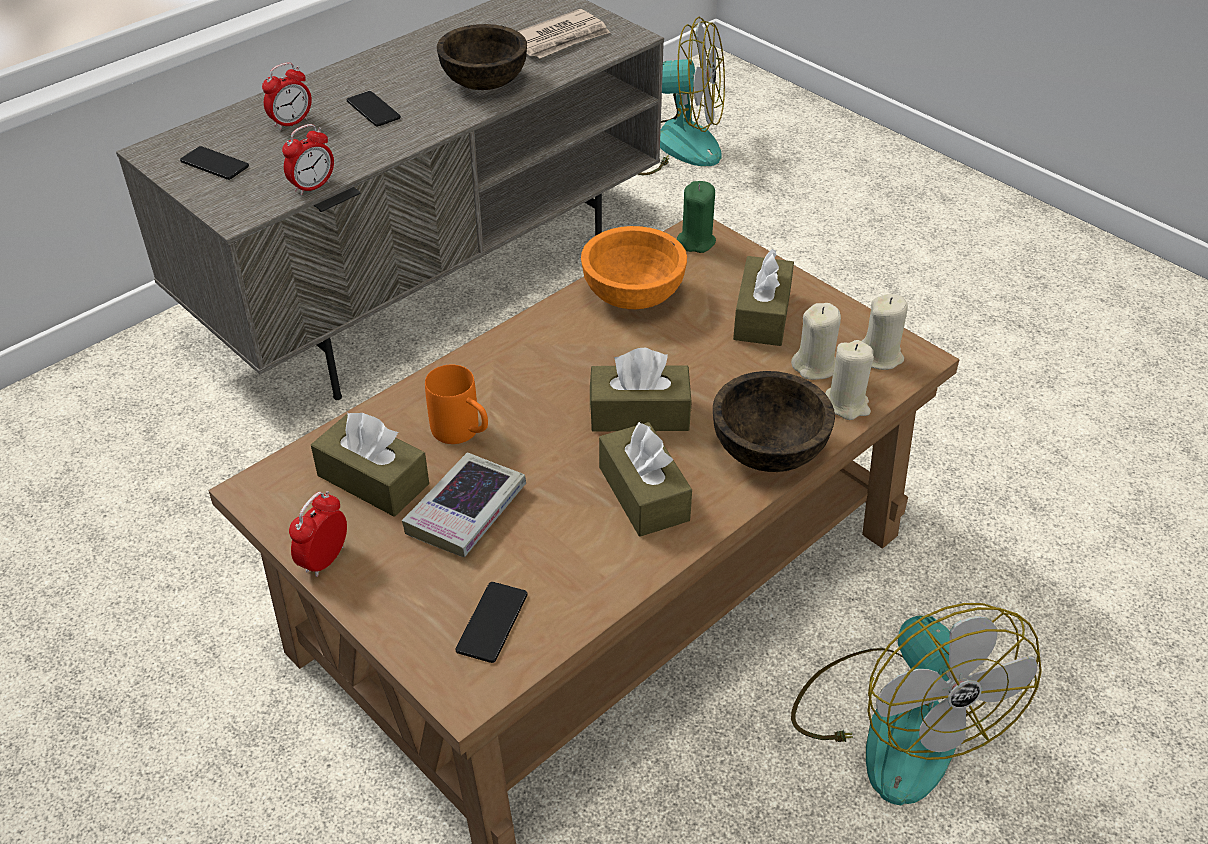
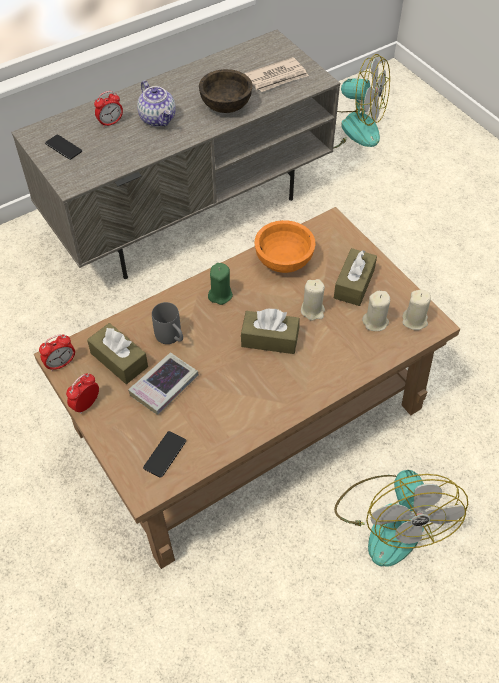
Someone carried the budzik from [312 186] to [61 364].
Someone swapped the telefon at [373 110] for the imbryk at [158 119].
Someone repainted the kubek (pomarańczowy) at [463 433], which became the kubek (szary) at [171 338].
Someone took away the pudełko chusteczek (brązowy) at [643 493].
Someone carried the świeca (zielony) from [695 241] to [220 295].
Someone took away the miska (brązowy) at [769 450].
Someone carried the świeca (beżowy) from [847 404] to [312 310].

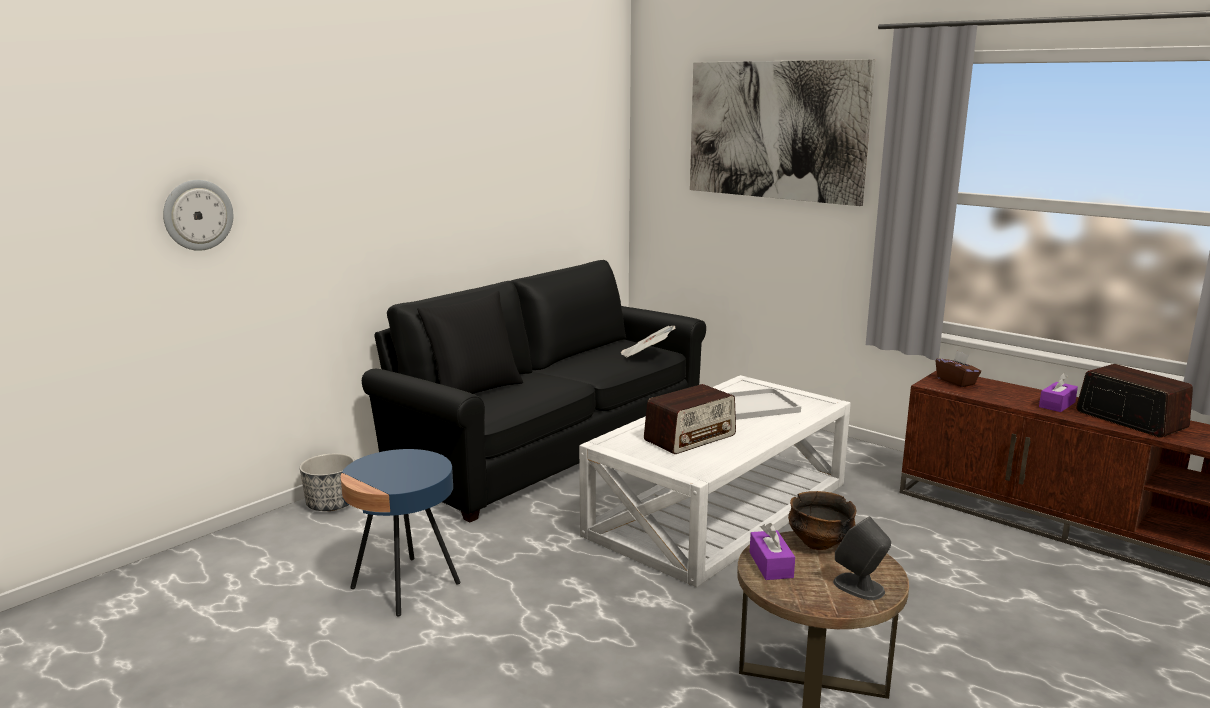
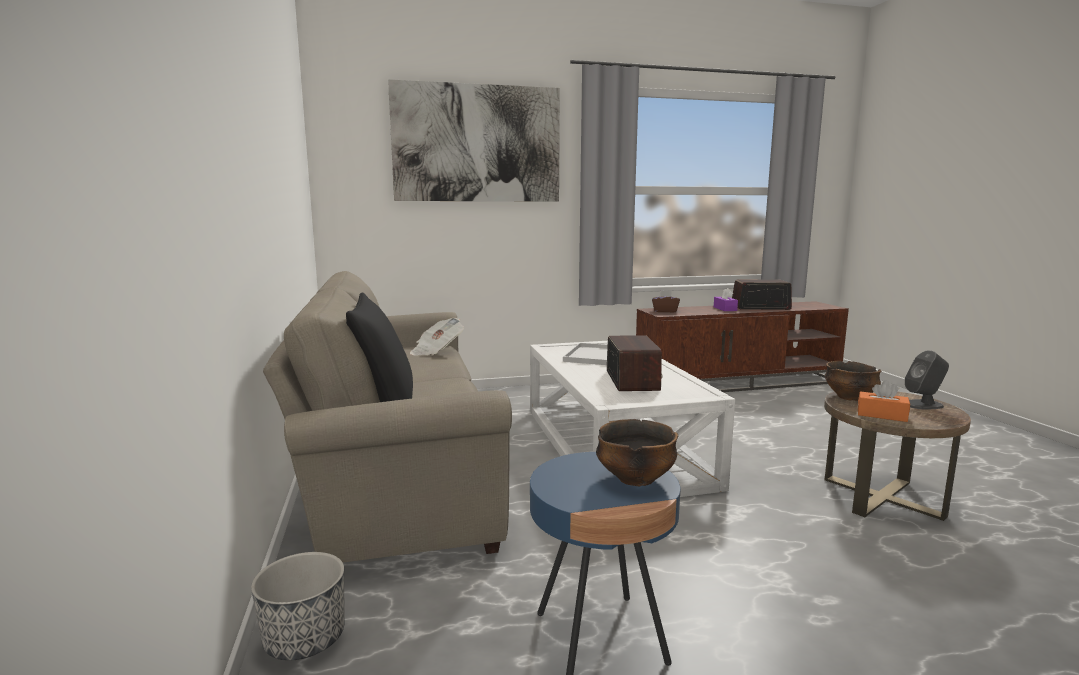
Someone took away the zegar ścienny at [198 215].
Someone repainted the kanapa (czarny) at [547 446], which became the kanapa (beżowy) at [397 467].
Someone repainted the pudełko chusteczek (fioletowy) at [771 565], which became the pudełko chusteczek (pomarańczowy) at [881 415].
Someone put down the miska at [635 479].

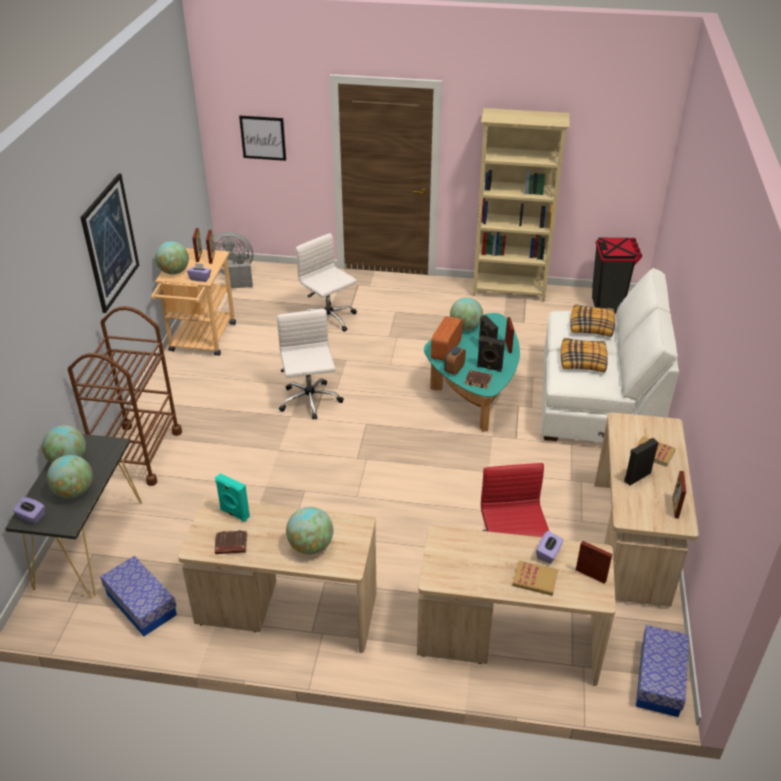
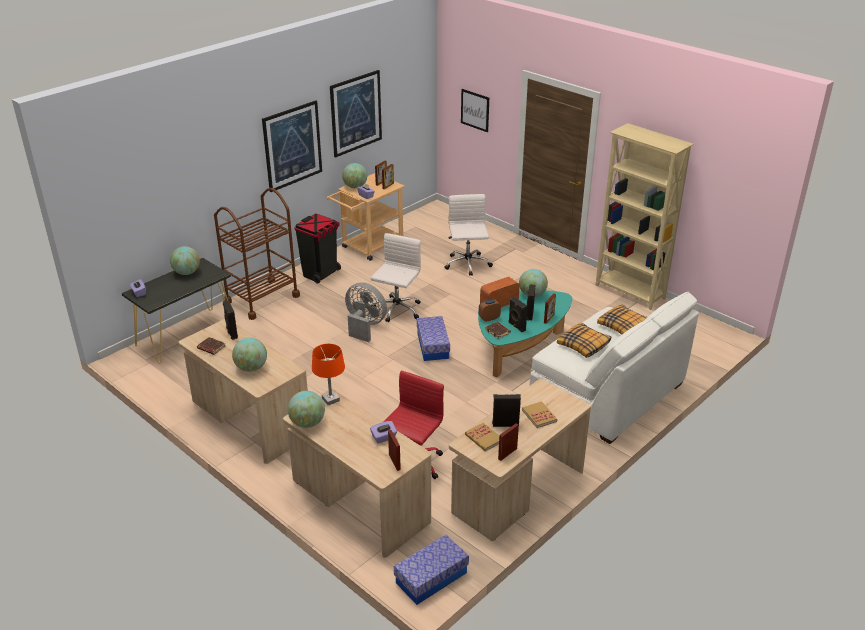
Someone carried the globus from [74 491] to [307 423].
Someone carried the pojemnik do przechowywania from [141 604] to [433 346].
Someone carried the wentylator (szary) from [233 277] to [365 326].
Someone repainted the głośnik (turkusowy) at [234 514], which became the głośnik (czarny) at [231 333].
Someone carried the książka from [535 579] to [483 438].
Someone carried the kosz na śmieci (czarny) from [608 304] to [320 274].
Someone put down the lampa stołowa (pomarańczowy) at [331 399].
Someone put up the obraz at [356 113].

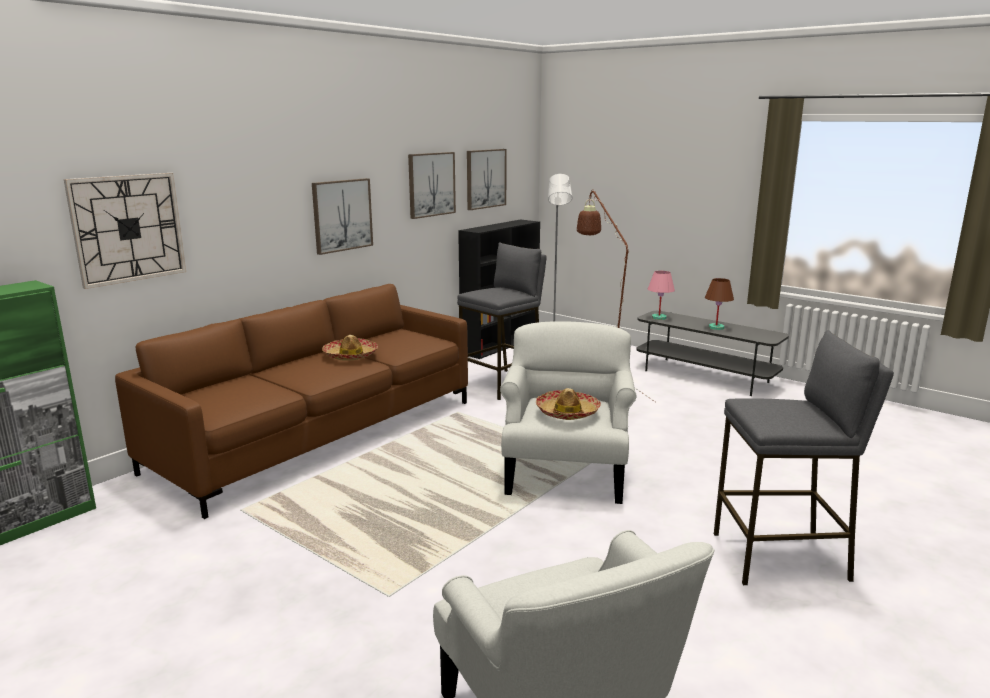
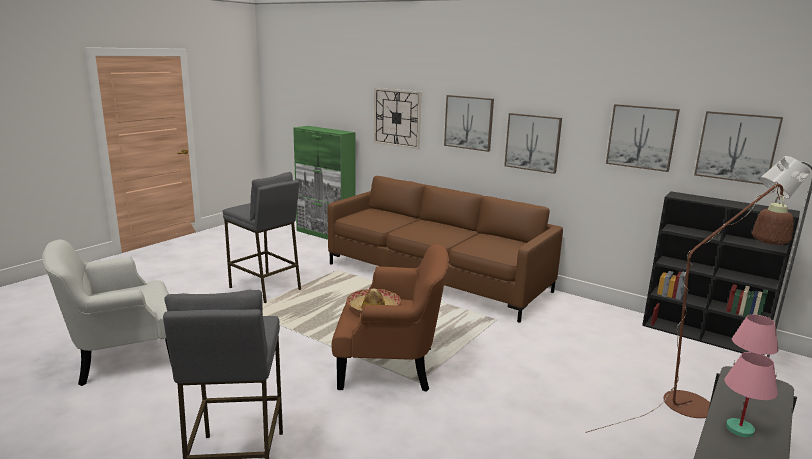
Someone took away the kapelusz at [351 355].
Someone carried the stołek (szary) from [502 384] to [265 288].
Someone repainted the fotel (biały) at [565 472], which became the fotel (brązowy) at [390 366].
Someone repainted the lampa stołowa (brązowy) at [716 327], which became the lampa stołowa (różowy) at [740 429].
Someone put up the obraz at [469 122].

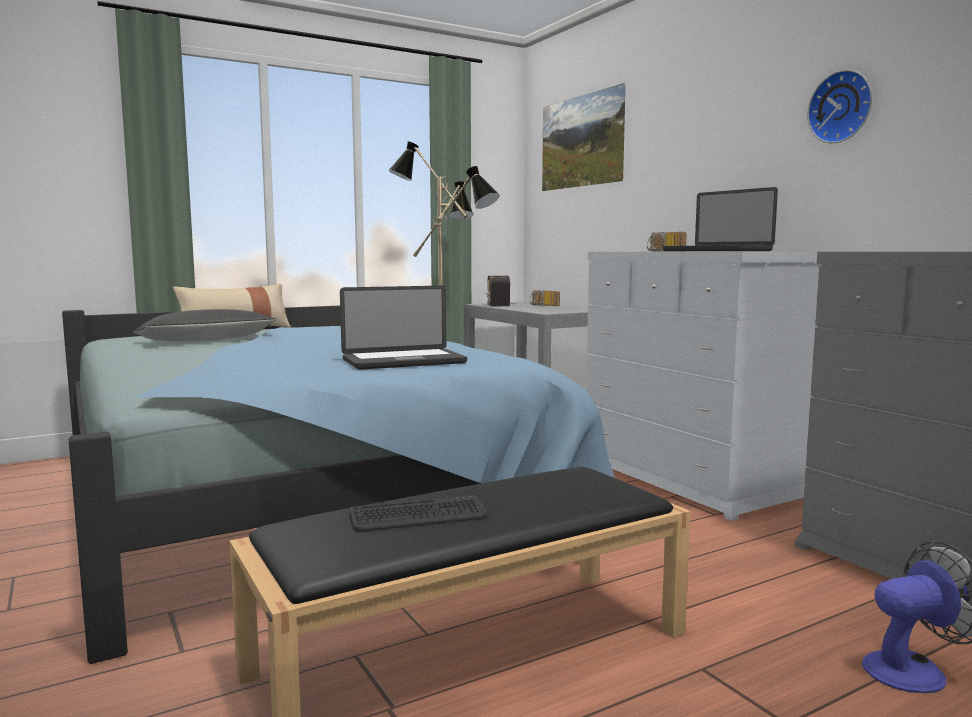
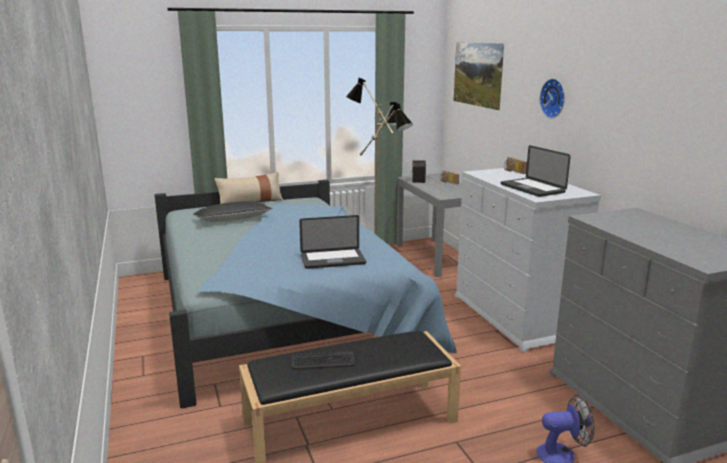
Someone carried the zegar ścienny from [842 107] to [554 98].

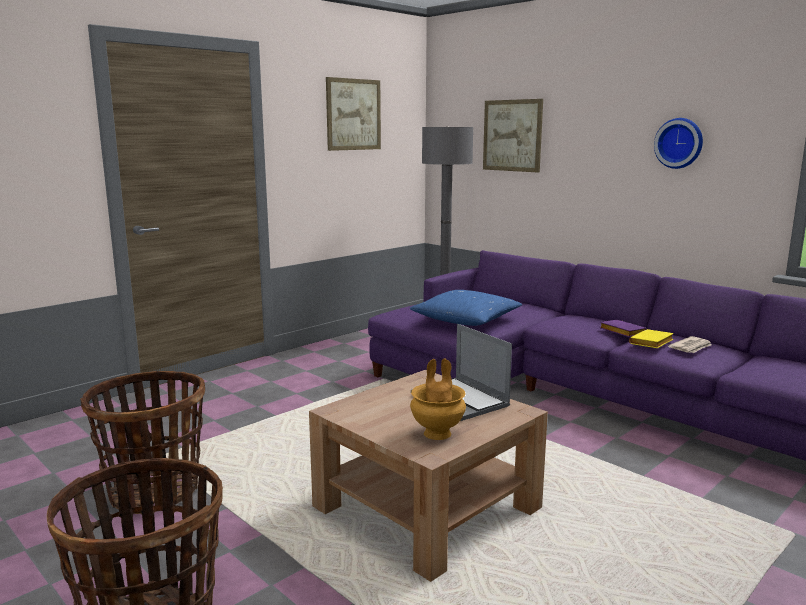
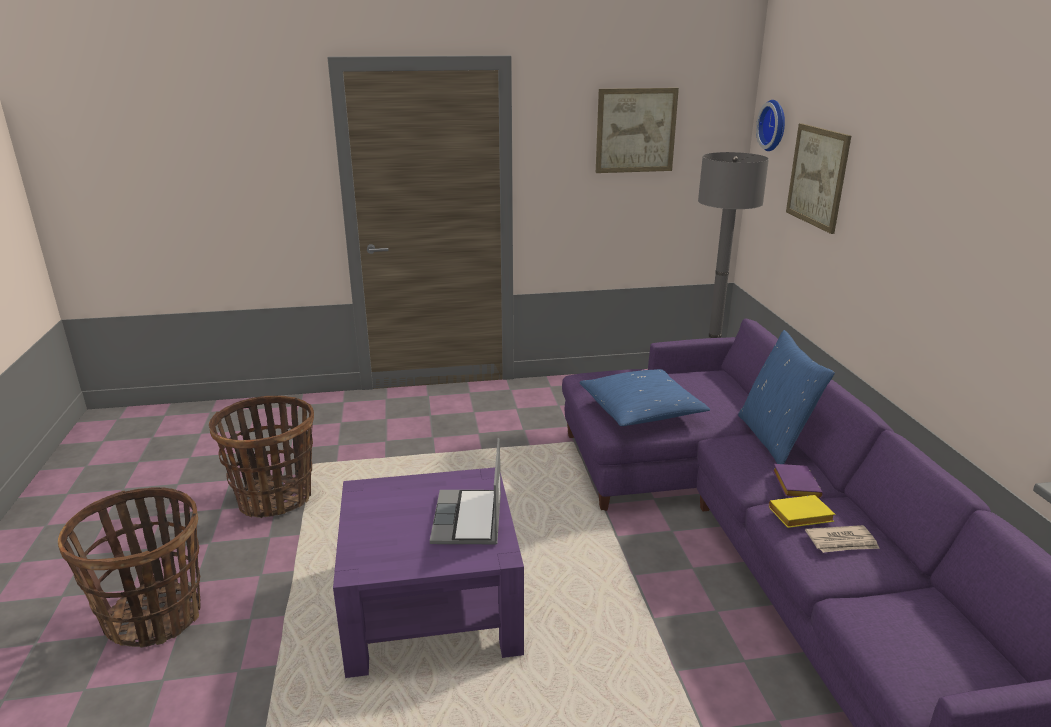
Someone repainted the ława (brązowy) at [427 508], which became the ława (fioletowy) at [431 605].
Someone took away the wazon (brązowy) at [438 433].
Someone carried the zegar ścienny from [679 143] to [774 125].
Someone put down the poduszka (niebieski) at [774 439].

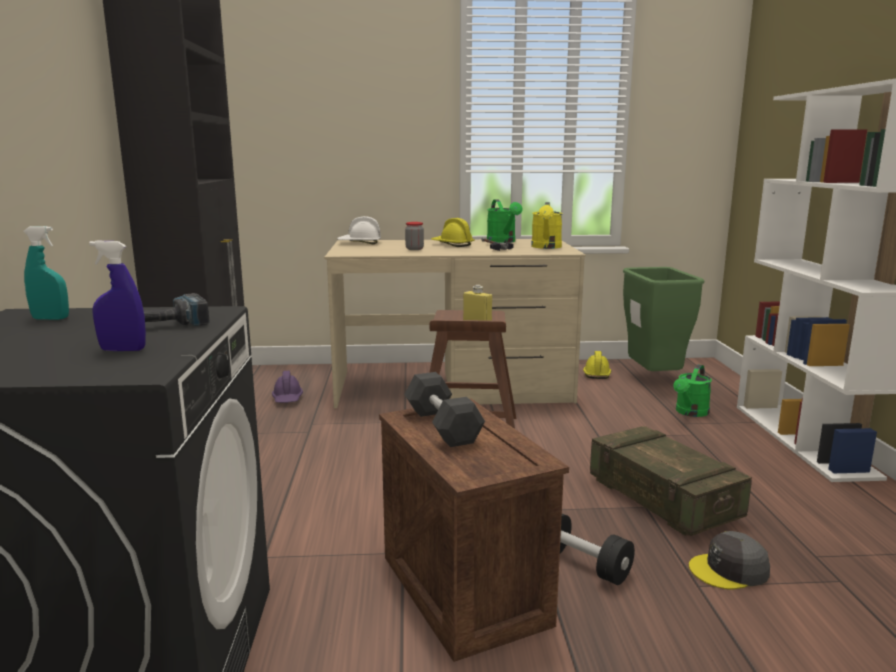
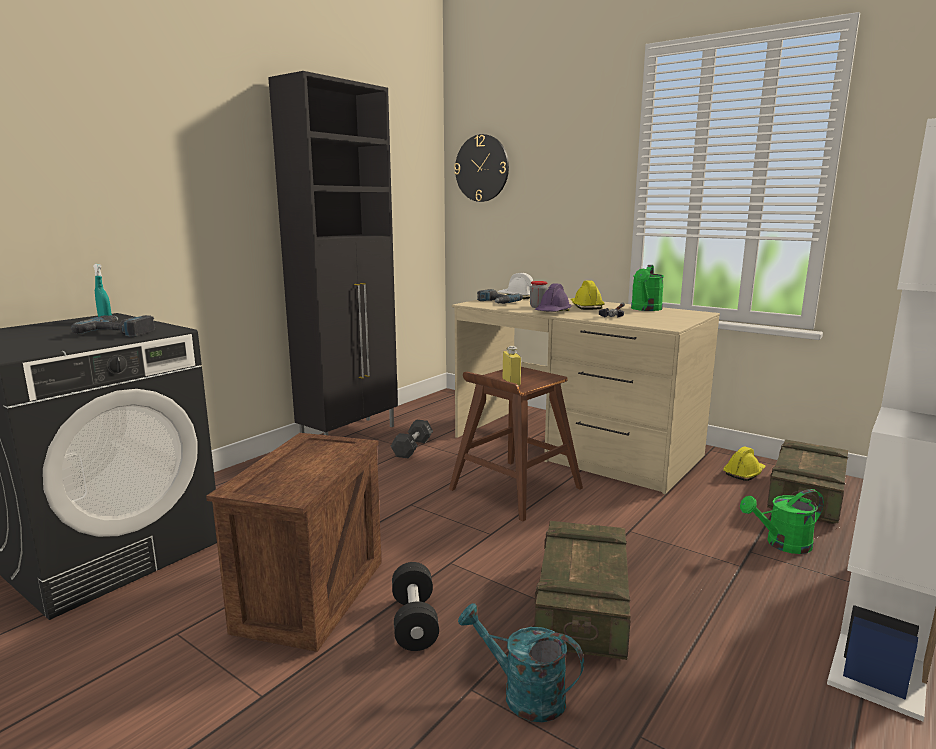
Someone took away the spryskiwacz (niebieski) at [123 350].
Someone carried the kask (fioletowy) from [287 399] to [552 312].
Someone carried the hantel (czarny) from [442 426] to [412 448].
Someone took away the konewka (żółty) at [546 247].
Someone swapped the kosz na śmieci (zielony) at [653 379] for the skrzynka at [805 497].
Someone swapped the czapka z daszkiem (szary) at [729 570] for the konewka (turkusowy) at [523 694].
Someone put up the zegar ścienny at [482 168].
Someone put down the wiertarka at [496 302].

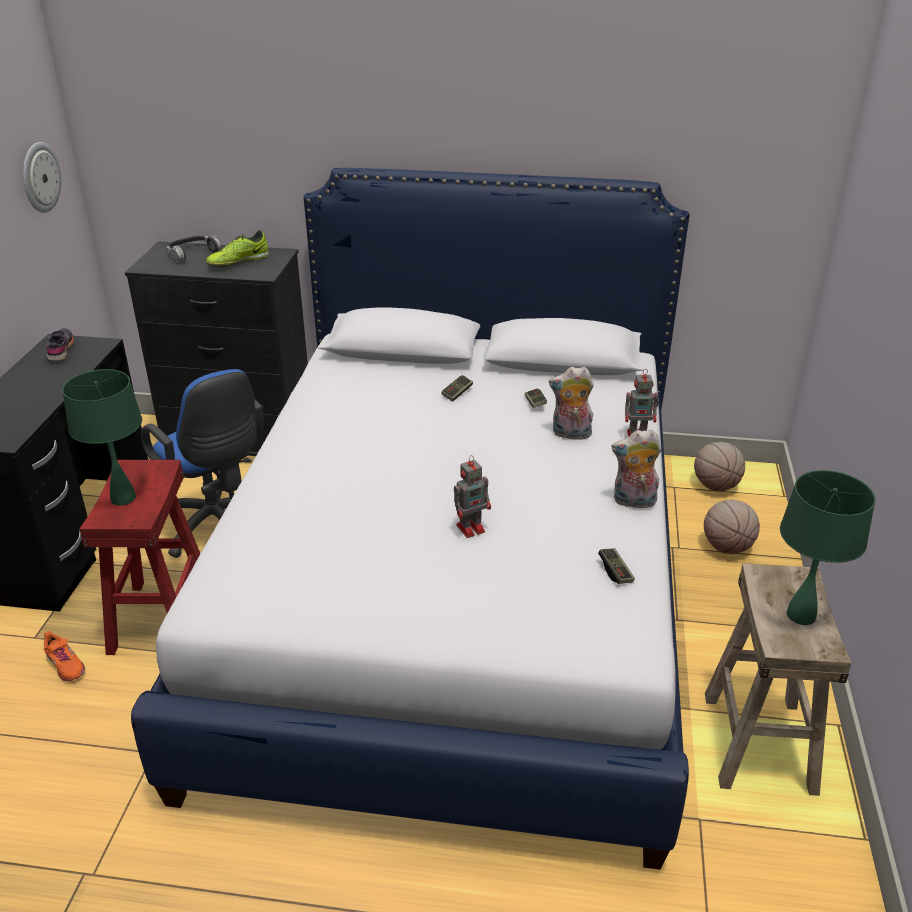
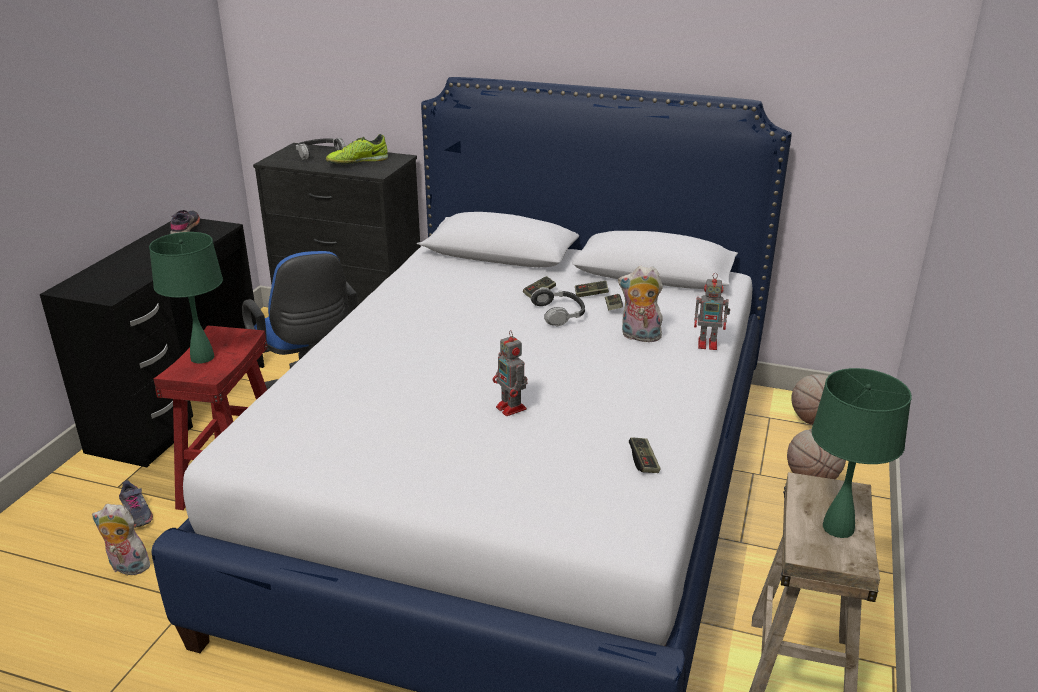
Someone took away the zegar ścienny at [40 177].
Someone repainted the but (pomarańczowy) at [65 664], which became the but (szary) at [136 513].
Someone rotated the robot zabawkowy at [471 528] by 75 degrees clockwise.
Someone carried the pluszak from [633 502] to [127 567].
Someone put down the słuchawki at [559 313].
Someone put down the pad do gier at [591 294].

